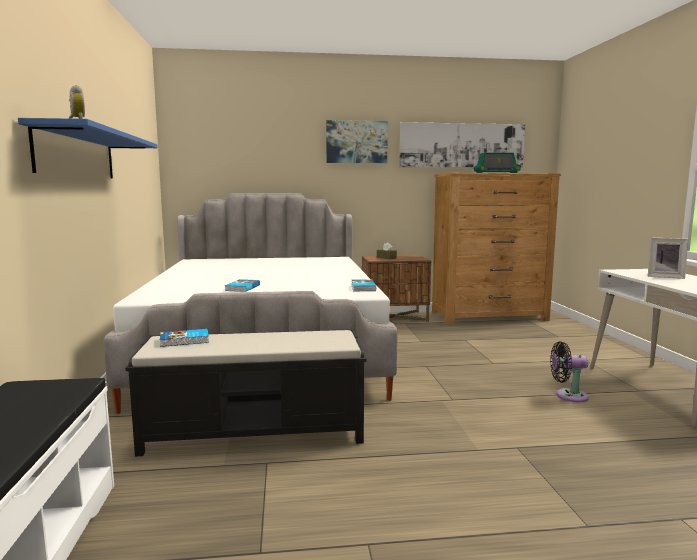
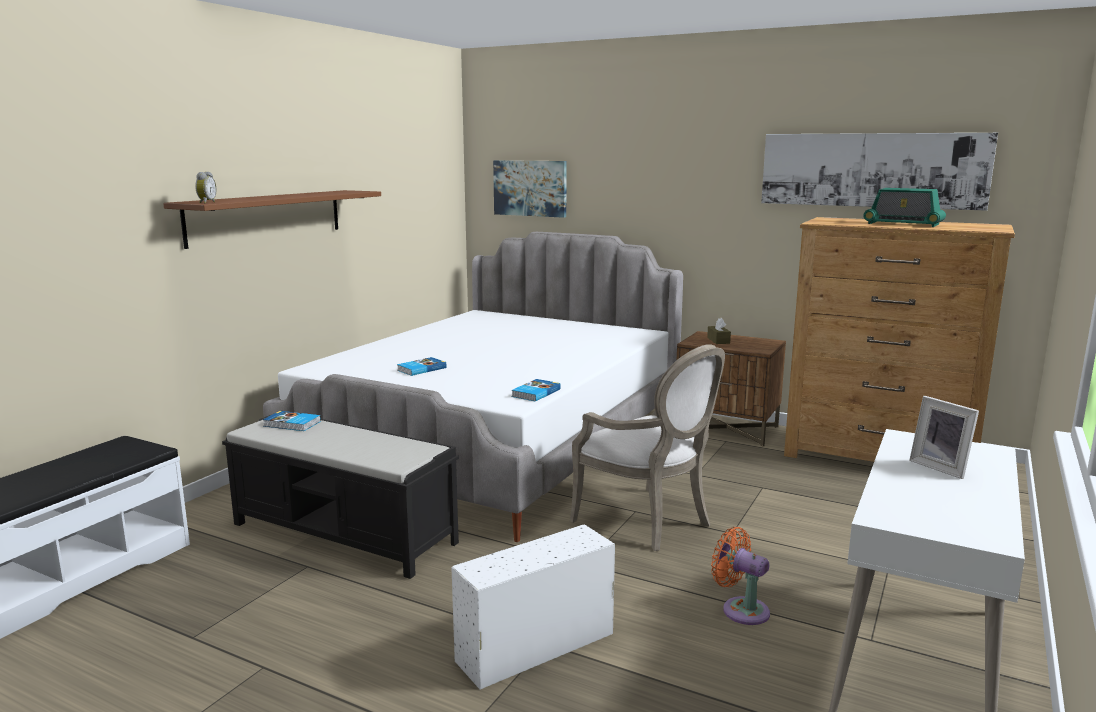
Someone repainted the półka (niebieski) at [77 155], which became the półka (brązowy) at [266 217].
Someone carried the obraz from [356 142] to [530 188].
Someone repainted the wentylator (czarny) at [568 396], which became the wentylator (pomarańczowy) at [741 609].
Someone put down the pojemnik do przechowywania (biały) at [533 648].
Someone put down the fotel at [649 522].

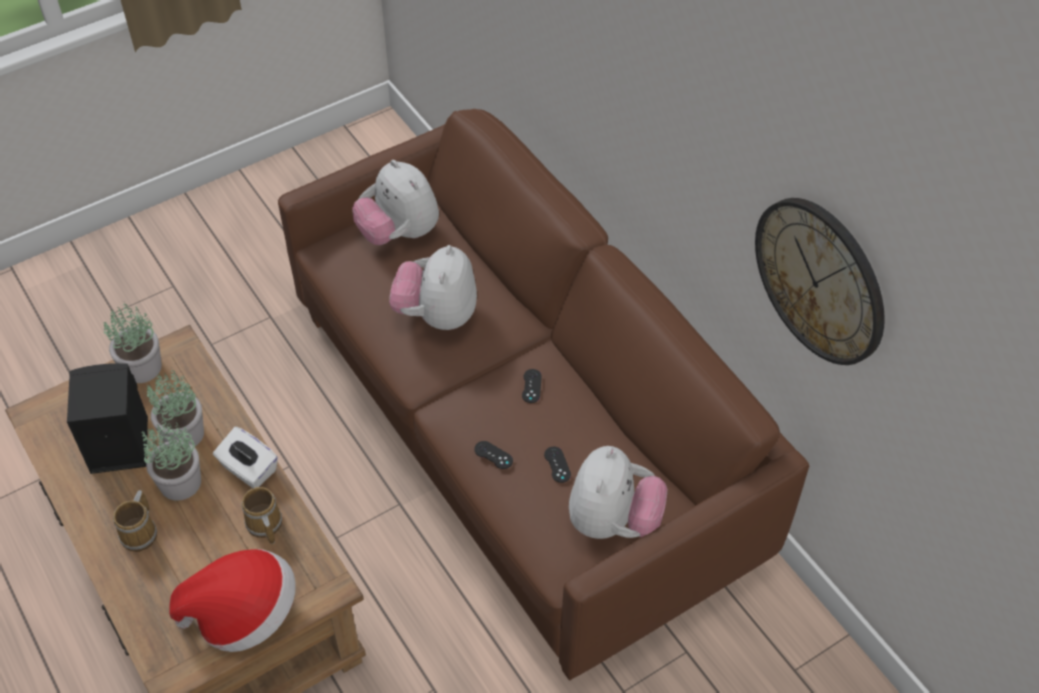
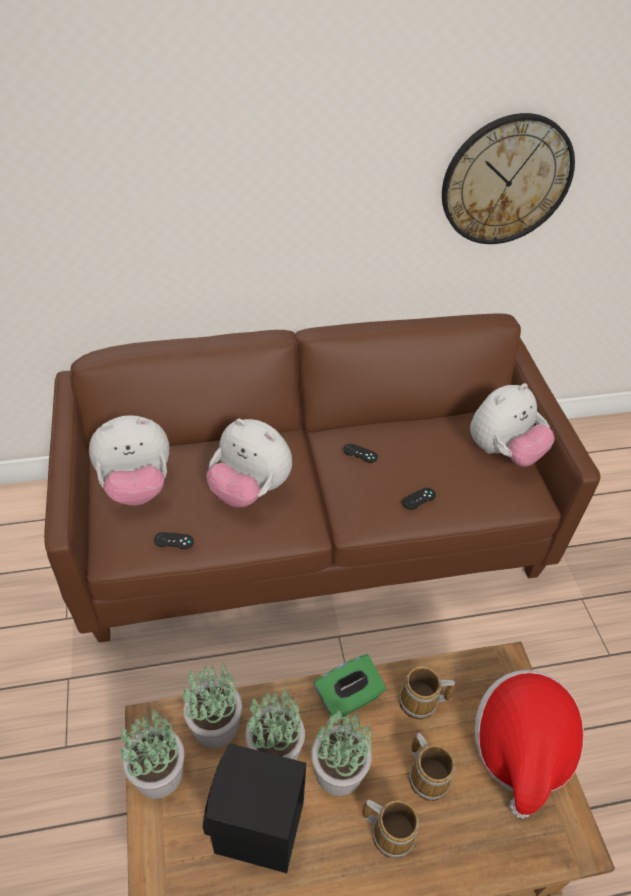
Someone repainted the pudełko chusteczek (biały) at [248 469], which became the pudełko chusteczek (zielony) at [348 698].
Someone carried the pad do gier (czarny) from [557 464] to [173 541].
Someone rotated the pluszak at [613 521] by 105 degrees clockwise.
Someone put down the roślina doniczkowa at [216 724].
Someone put down the kubek at [428 776].

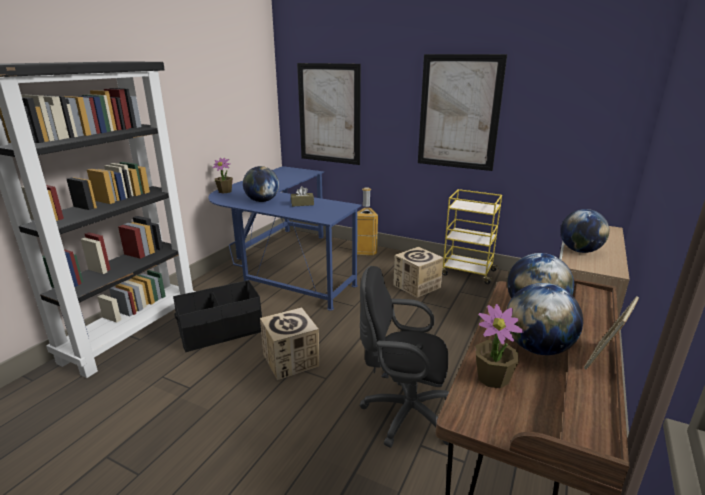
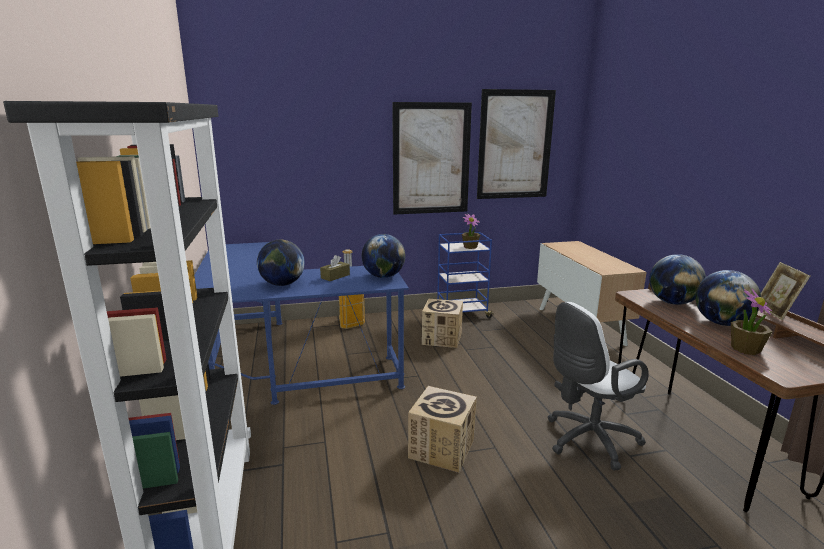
Someone took away the pojemnik do przechowywania (czarny) at [221 332].
Someone carried the roślina doniczkowa from [225 191] to [470 247].
Someone carried the obraz from [329 114] to [515 145].
Someone repainted the krzesło biurowe (czarny) at [403 413], which became the krzesło biurowe (biały) at [587 440].
Someone repainted the wózek (żółty) at [467 272], which became the wózek (niebieski) at [462 313].
Someone carried the globus from [579 251] to [383 276].

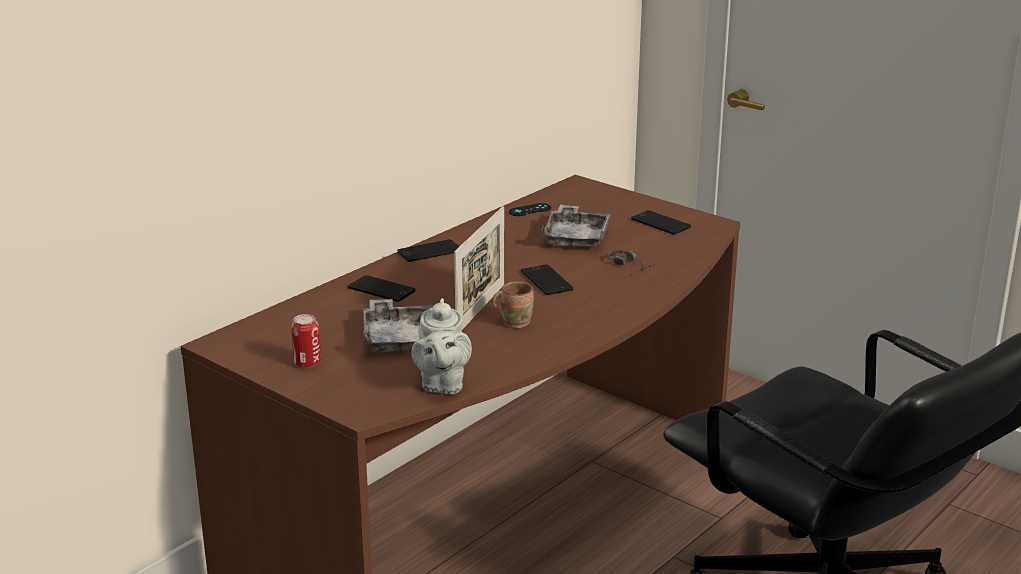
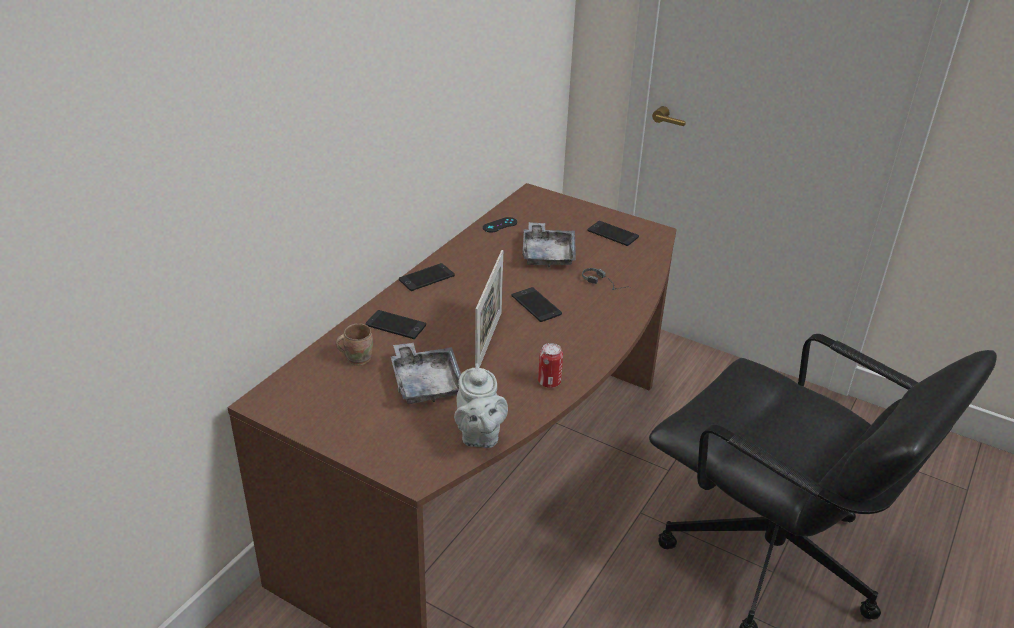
Someone carried the puszka from [307 363] to [549 382].
Someone carried the kubek (brązowy) from [514 322] to [357 358].

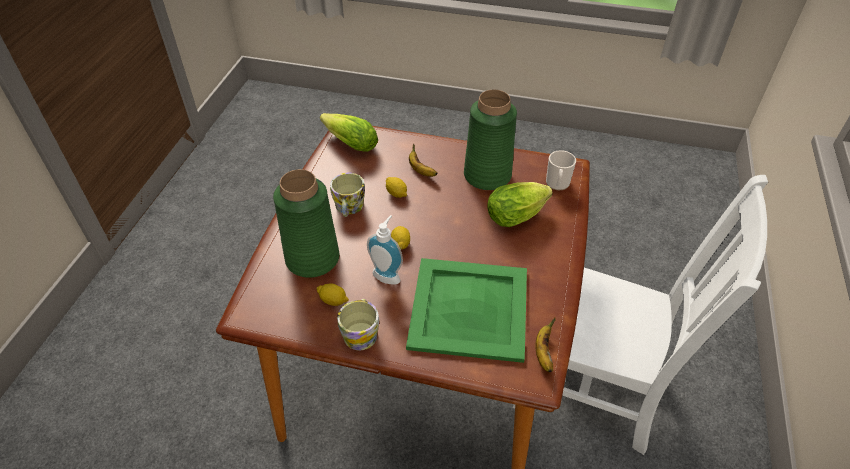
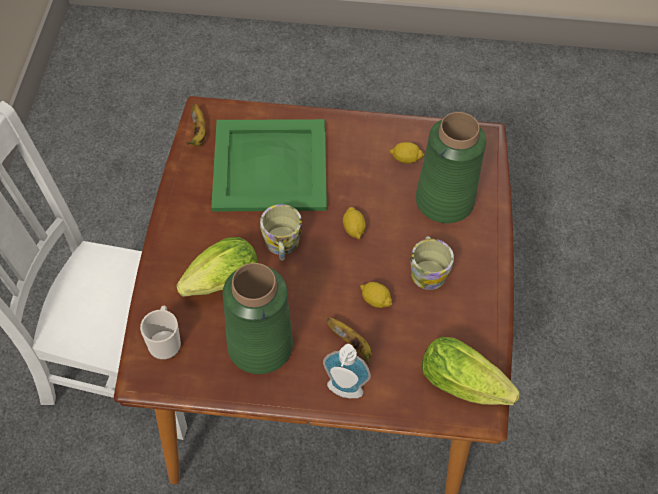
Someone carried the kubek from [361 332] to [282 245].
Someone carried the dozownik mydła from [388 274] to [343 393].

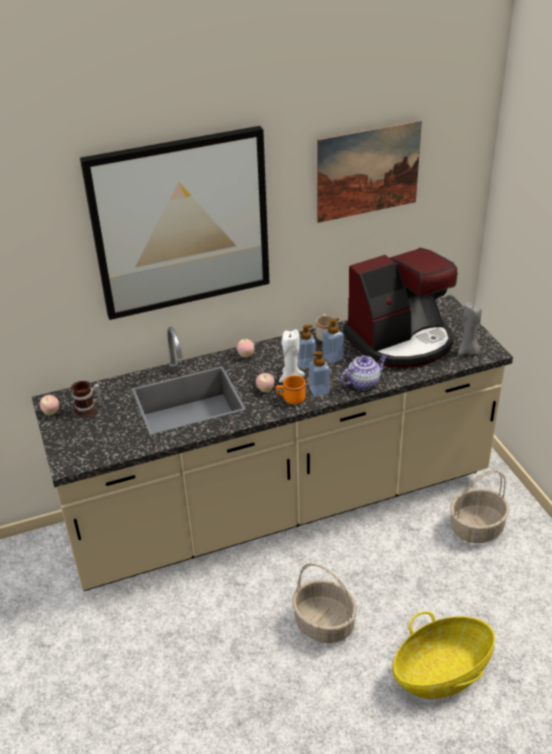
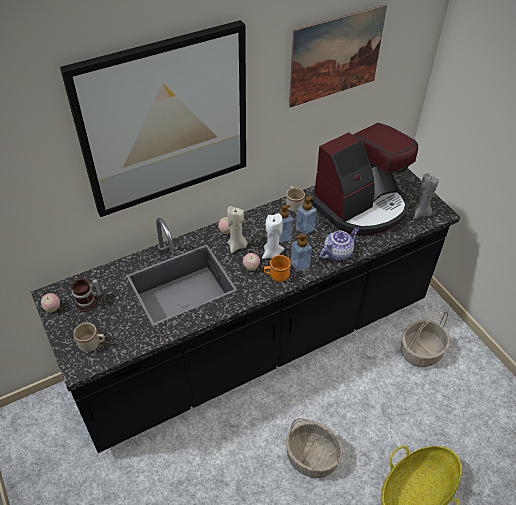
Someone repainted the zabudowa kuchenna (beżowy) at [280 506], which became the zabudowa kuchenna (czarny) at [256 346].
Someone put down the kubek (beżowy) at [92 344].
Someone put down the świeca (beżowy) at [237 246].

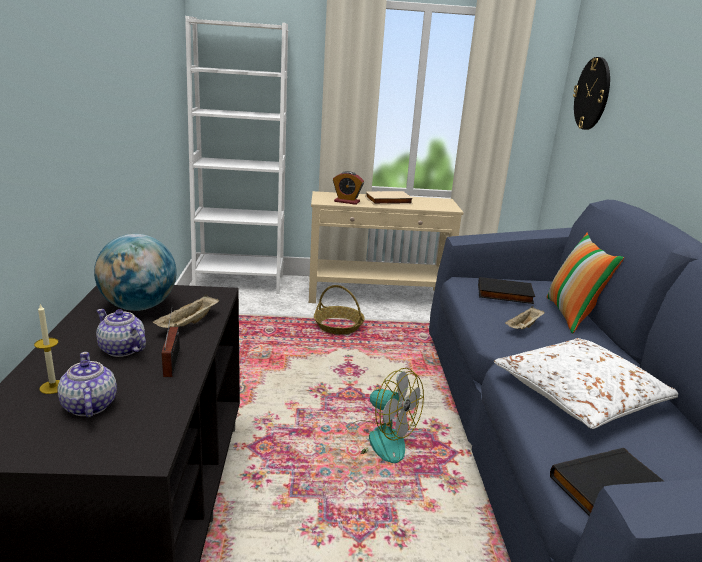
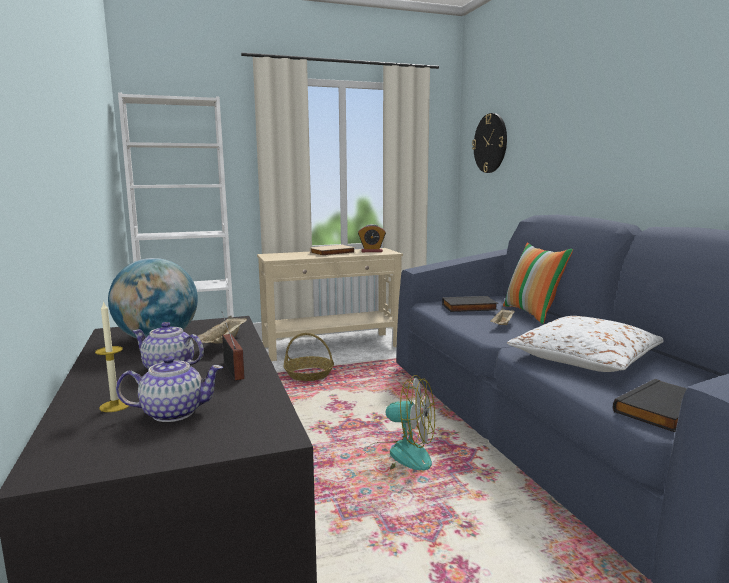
Someone rotated the imbryk at [89 406] by 120 degrees clockwise.
Someone carried the budzik from [347 201] to [371 251].

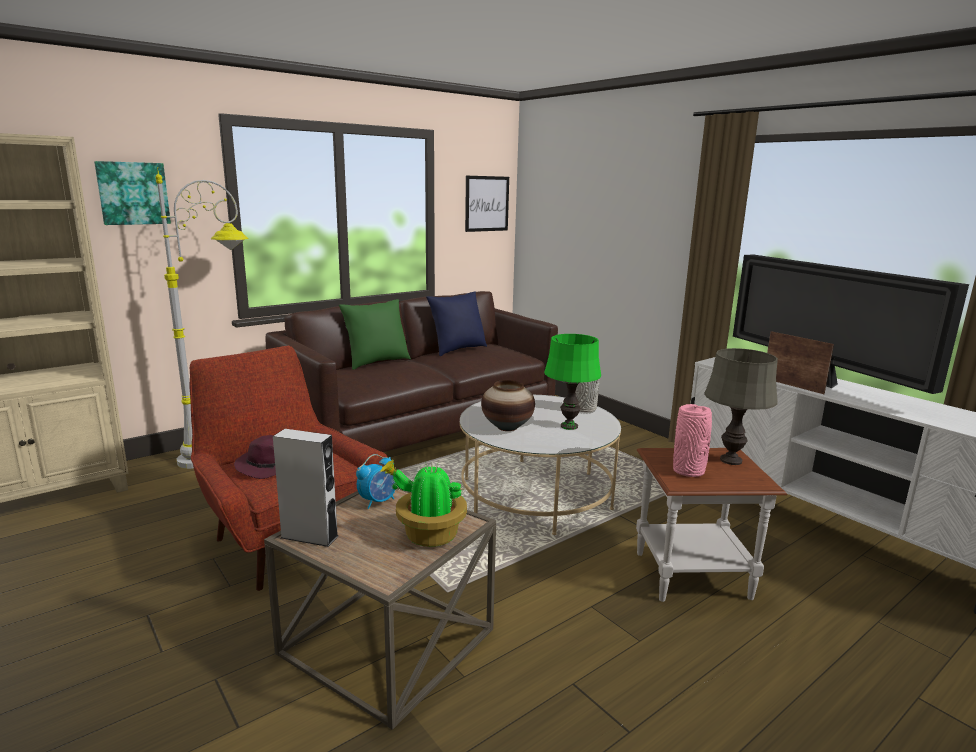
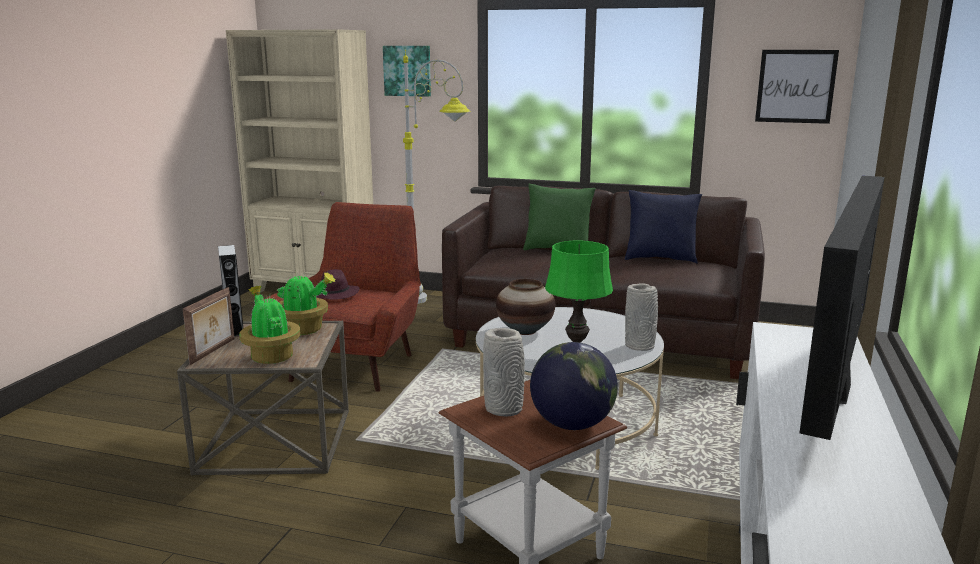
Someone swapped the budzik at [378 501] for the roślina doniczkowa at [304 330].
Someone repainted the wazon (różowy) at [689 471], which became the wazon (szary) at [504 409].
Someone swapped the lampa stołowa (szary) at [730 460] for the globus at [572 424].
Someone carried the ramka na zdjęcie from [793 385] to [214 351].

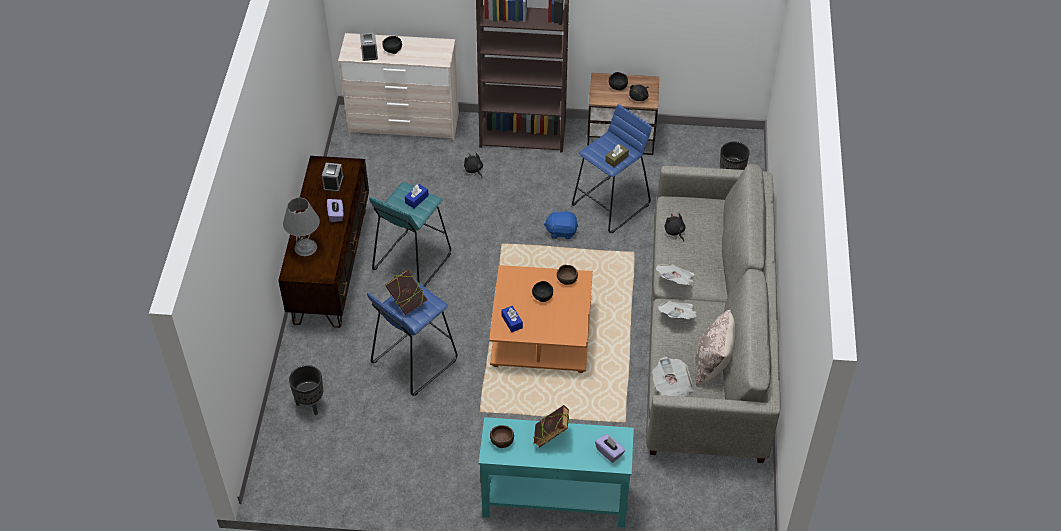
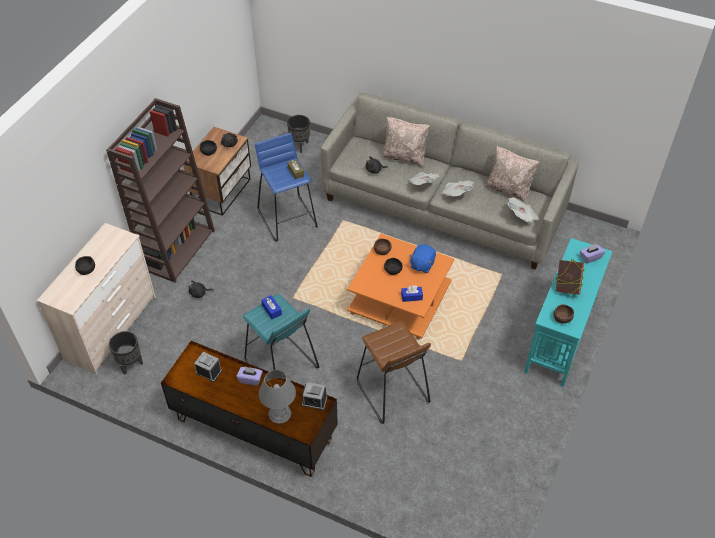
Someone carried the donica (czarny) from [310 404] to [130 365].
Someone carried the budzik from [369 53] to [314 401].
Someone repainted the stołek (niebieski) at [413 361], which became the stołek (brązowy) at [392 393].
Someone took away the książka at [407 303].
Someone carried the pluszak (niebieski) from [561 231] to [422 264].
Someone put down the poduszka (beżowy) at [404 156].

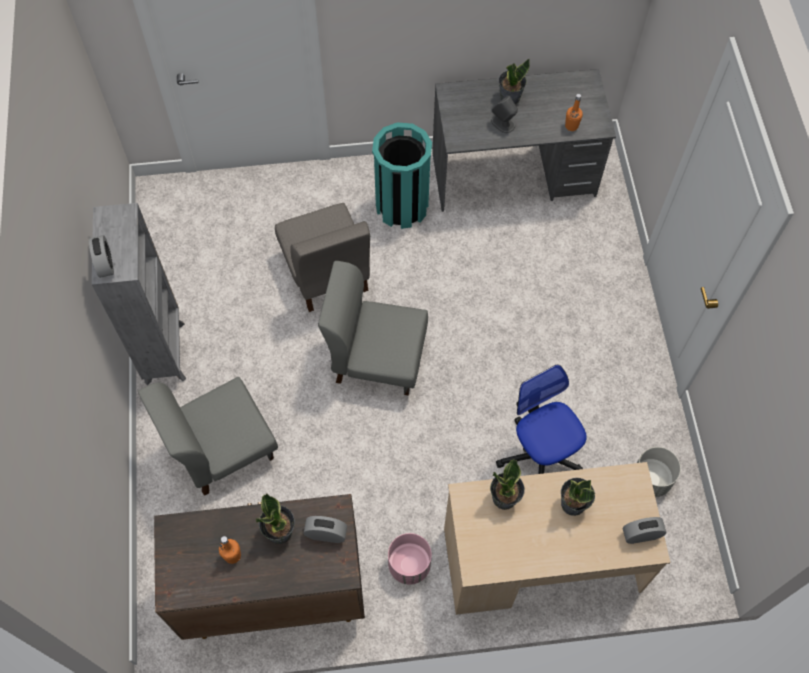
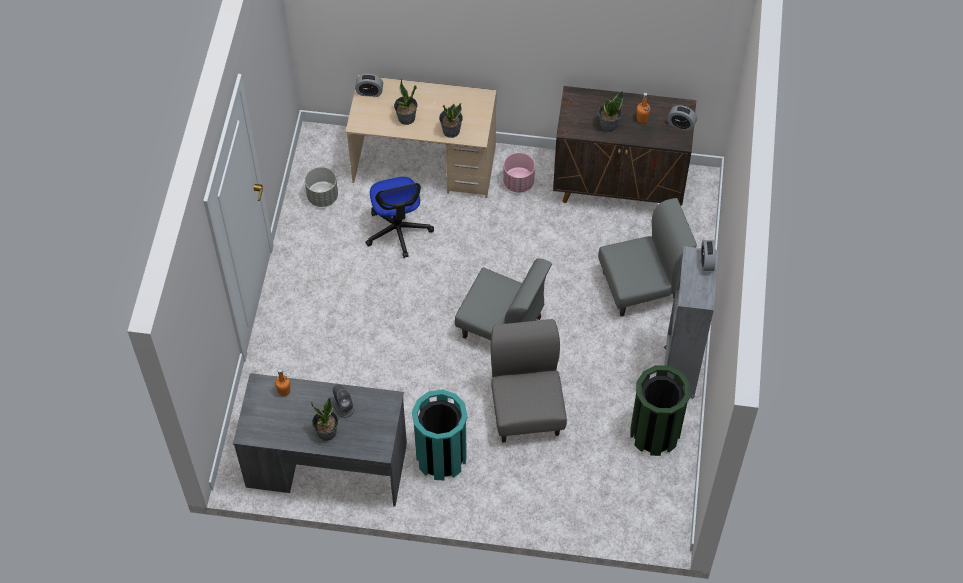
Someone carried the budzik from [326 534] to [681 125].
Someone put down the kosz na śmieci (zielony) at [654 433].

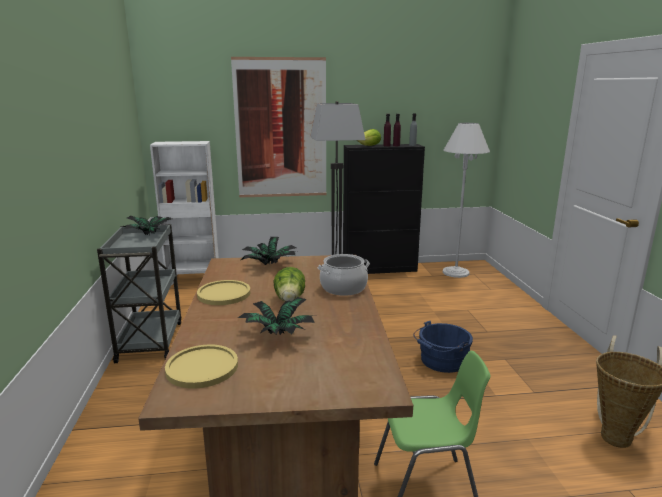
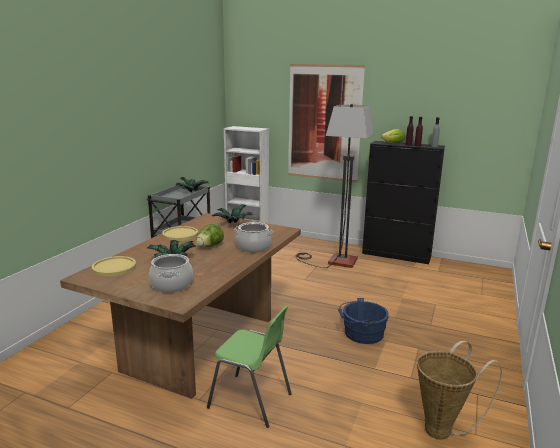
Someone took away the lampa stojąca (biały) at [455 272].
Someone put down the garnek at [171 285].

